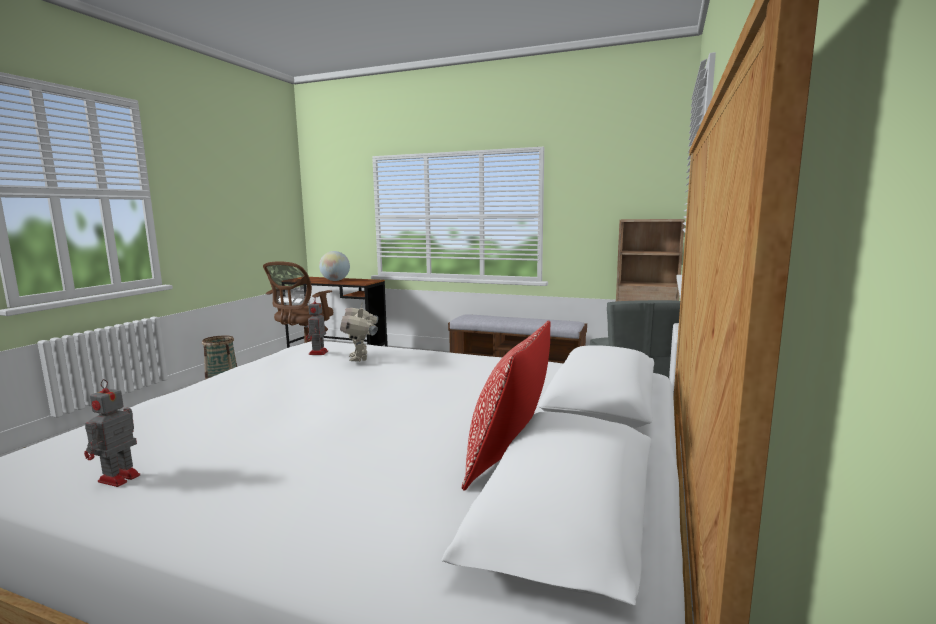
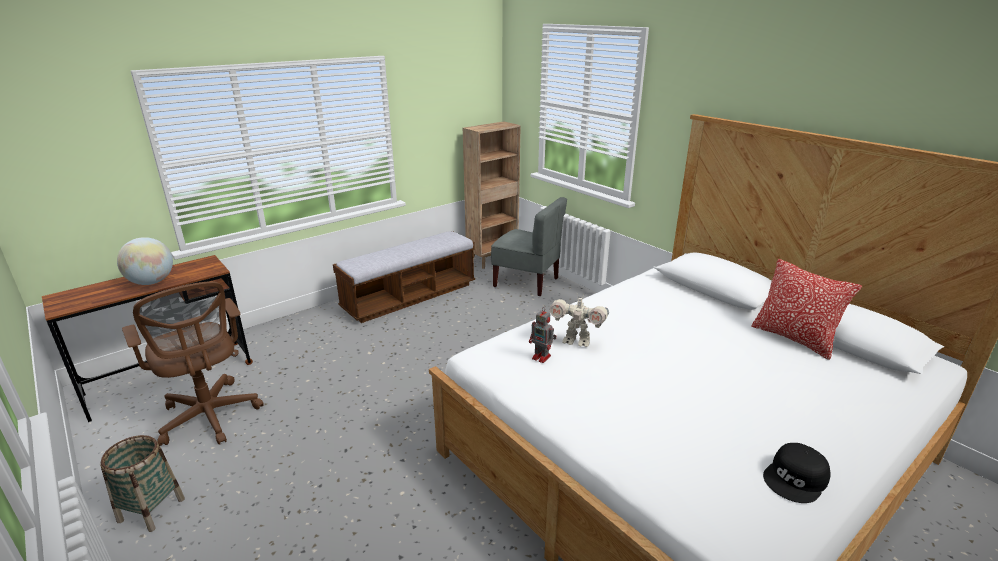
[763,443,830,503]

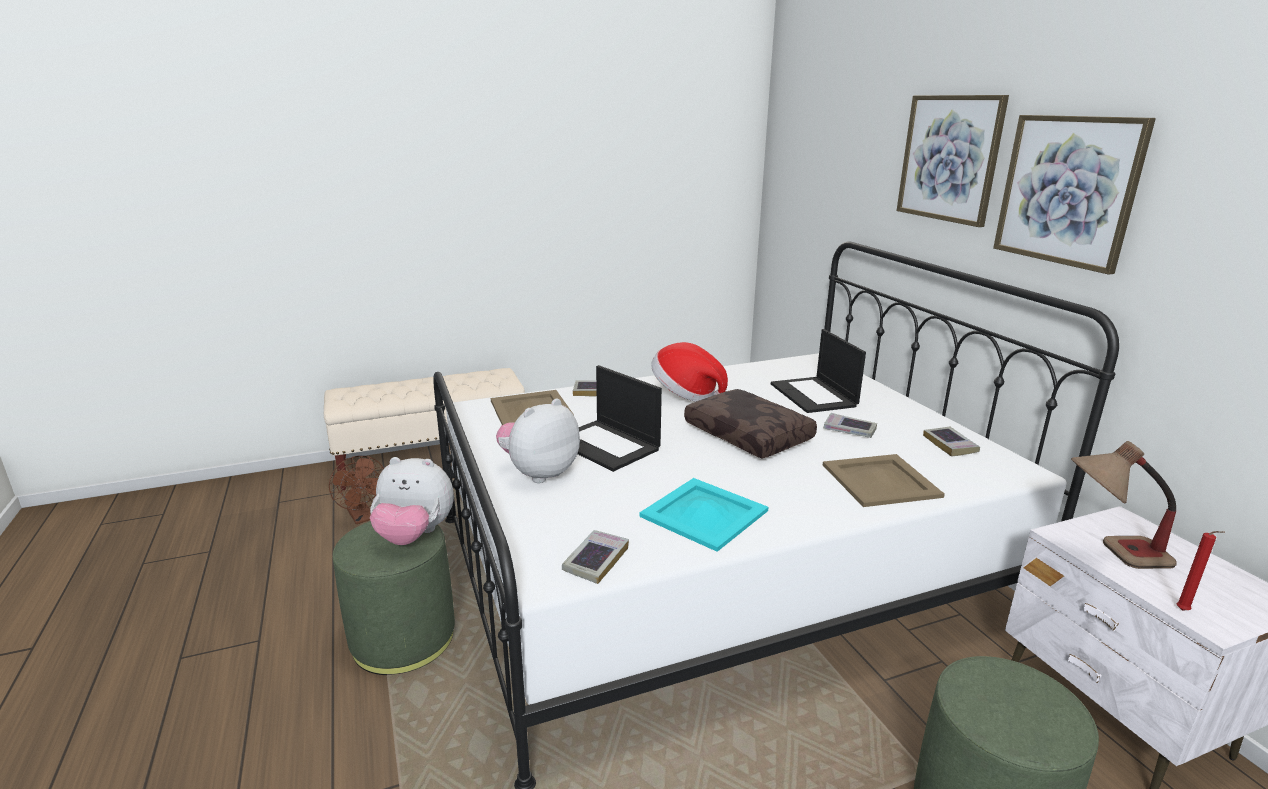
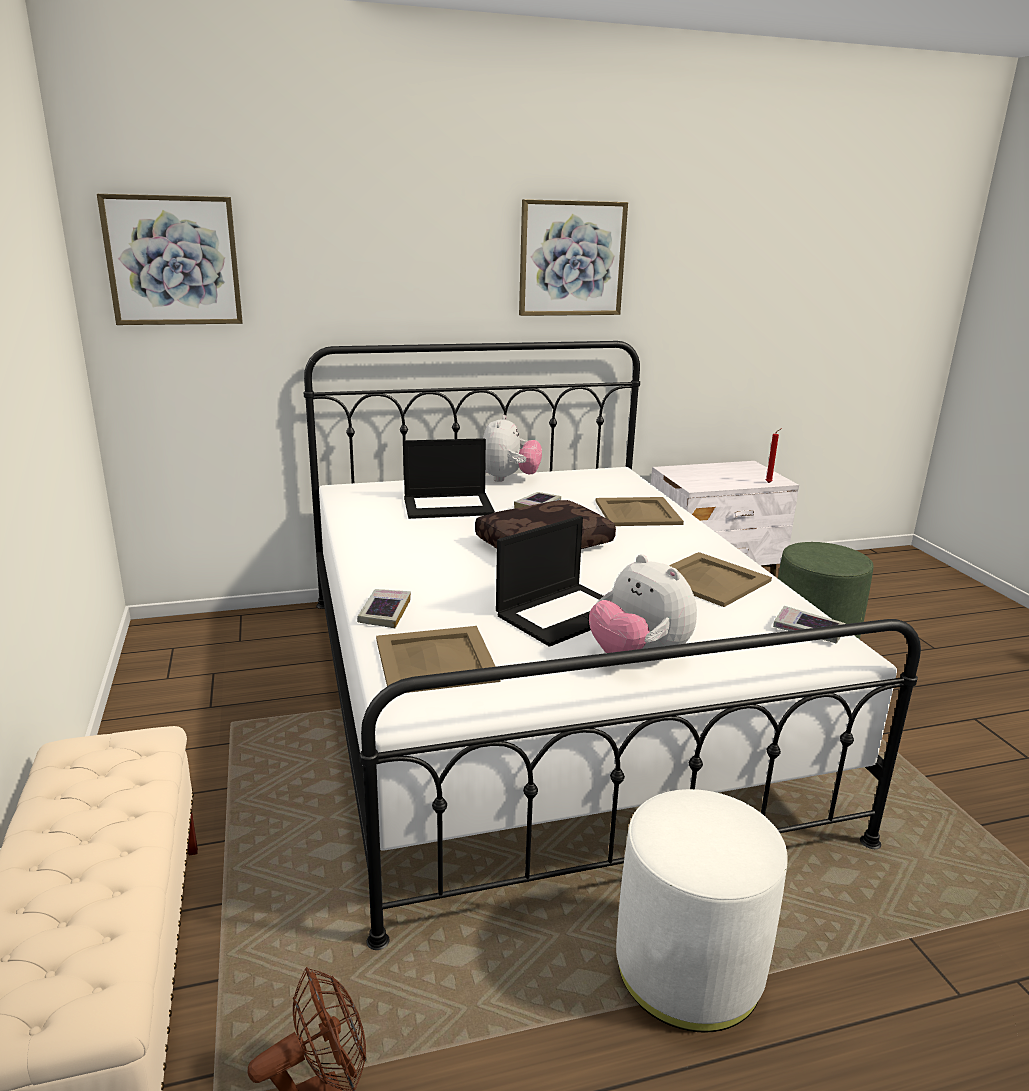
[616,789,787,1033]
[483,415,542,482]
[669,552,772,607]
[651,342,728,402] (first image)
[97,194,243,325]
[923,427,980,456] (first image)
[1071,441,1177,569] (first image)

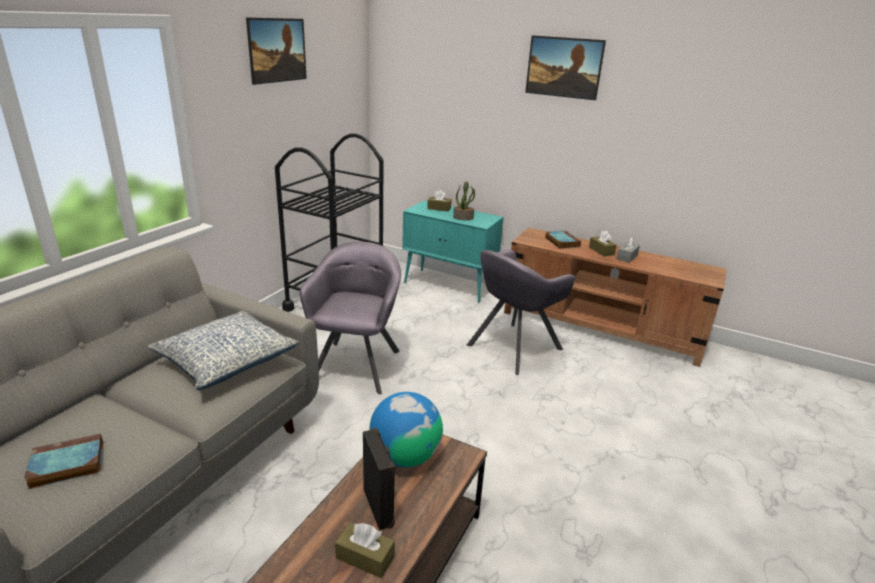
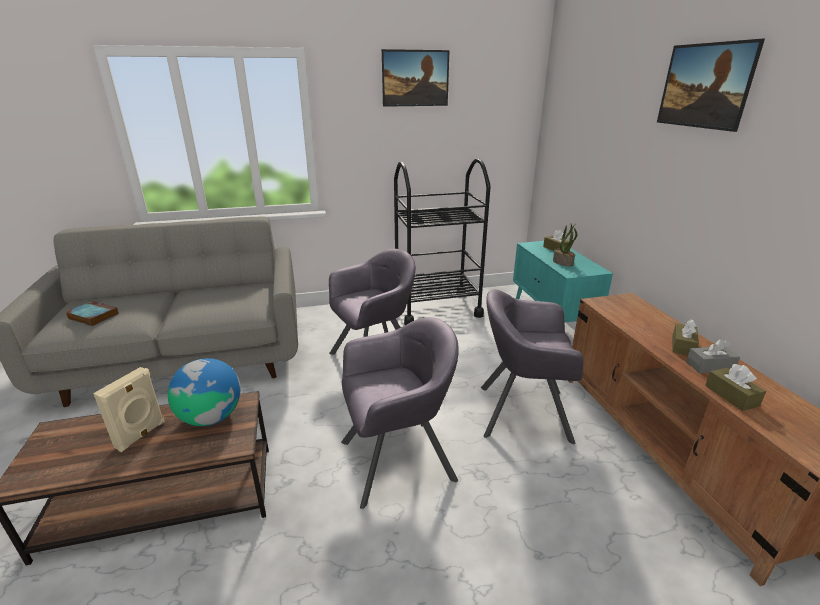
[148,311,299,390] (first image)
[705,364,766,411]
[93,367,165,452]
[545,230,581,249] (first image)
[341,317,459,509]

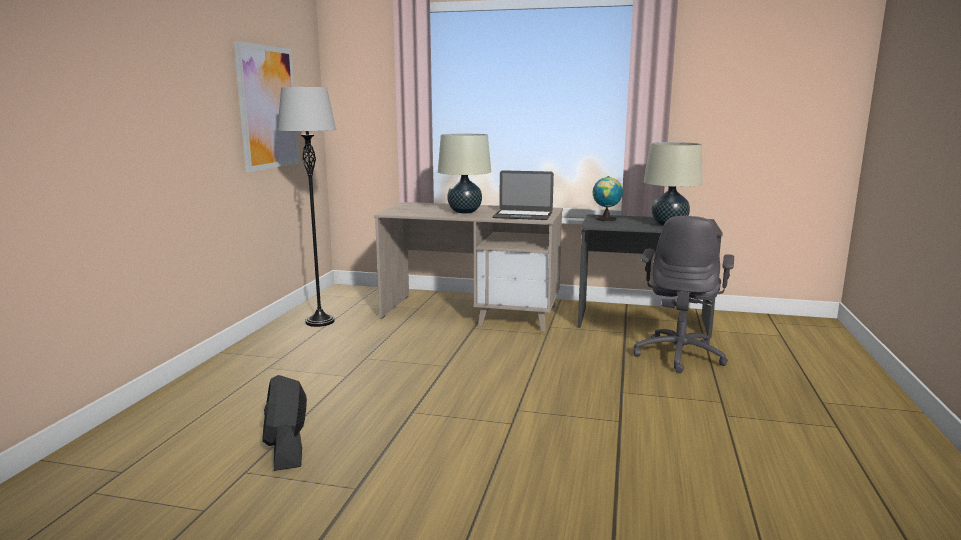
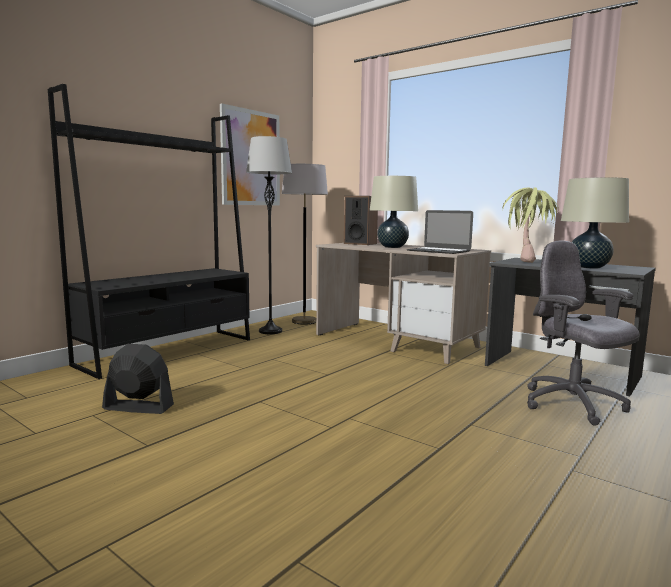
[102,344,174,414]
[502,188,559,263]
[527,240,640,426]
[48,84,250,379]
[282,164,328,324]
[344,196,378,245]

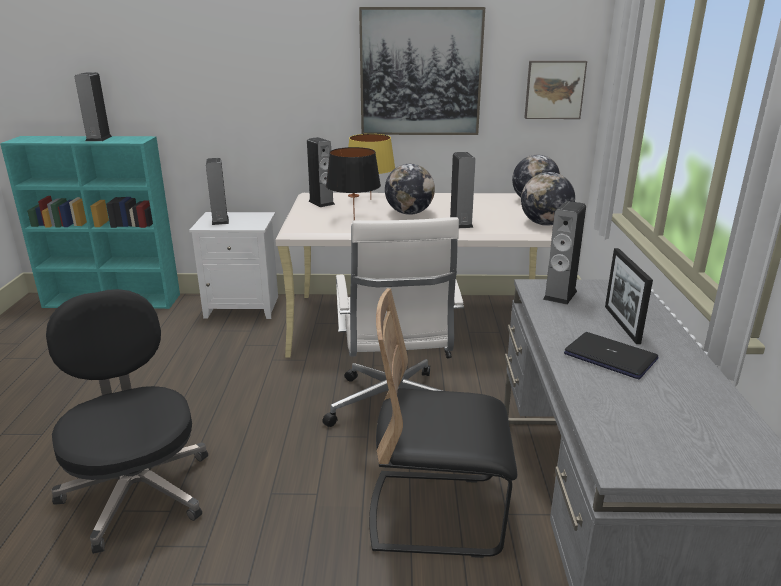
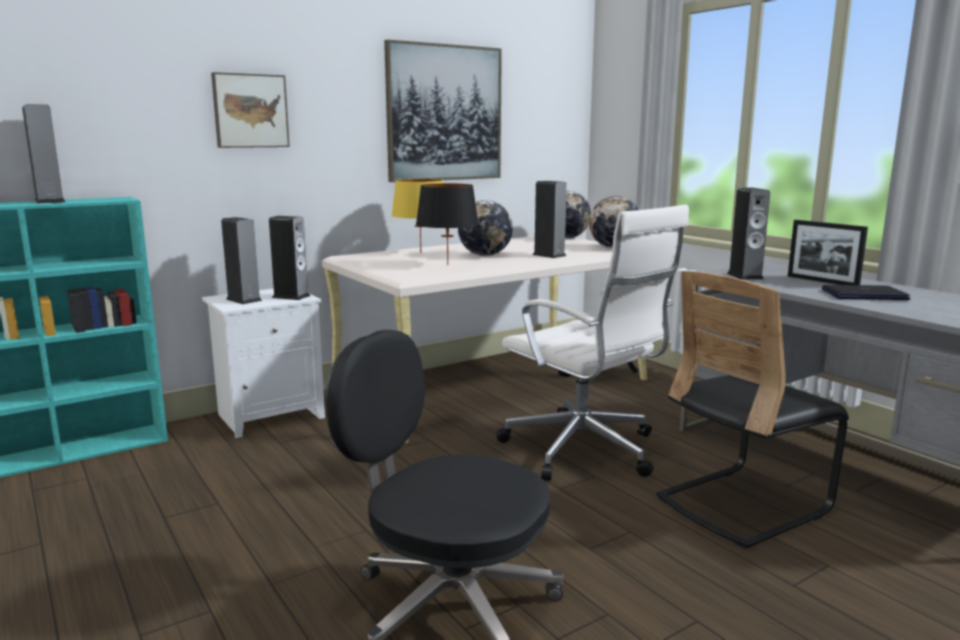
[269,216,311,300]
[211,72,290,148]

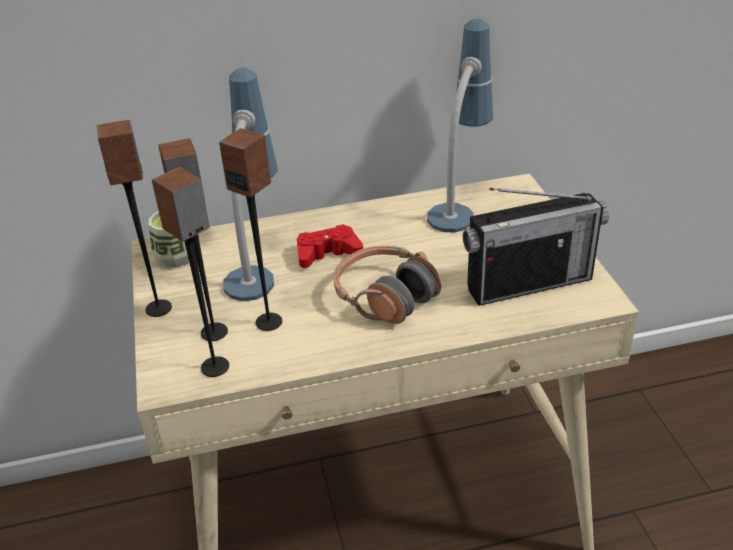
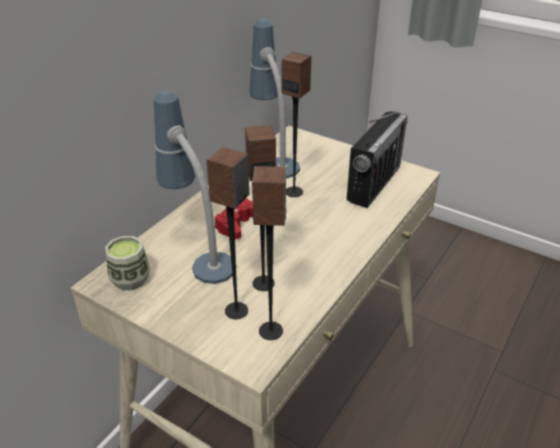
[282,52,311,197]
[334,246,441,324] (first image)

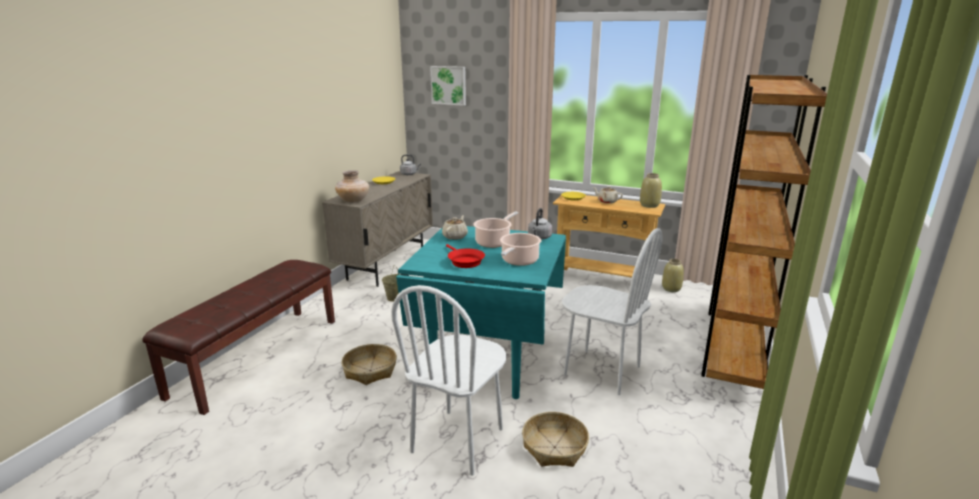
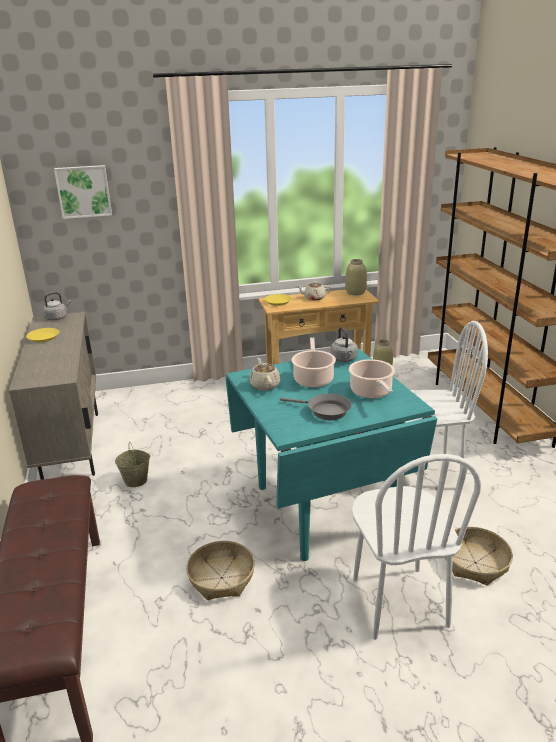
[335,170,369,203] (first image)
[280,394,352,420]

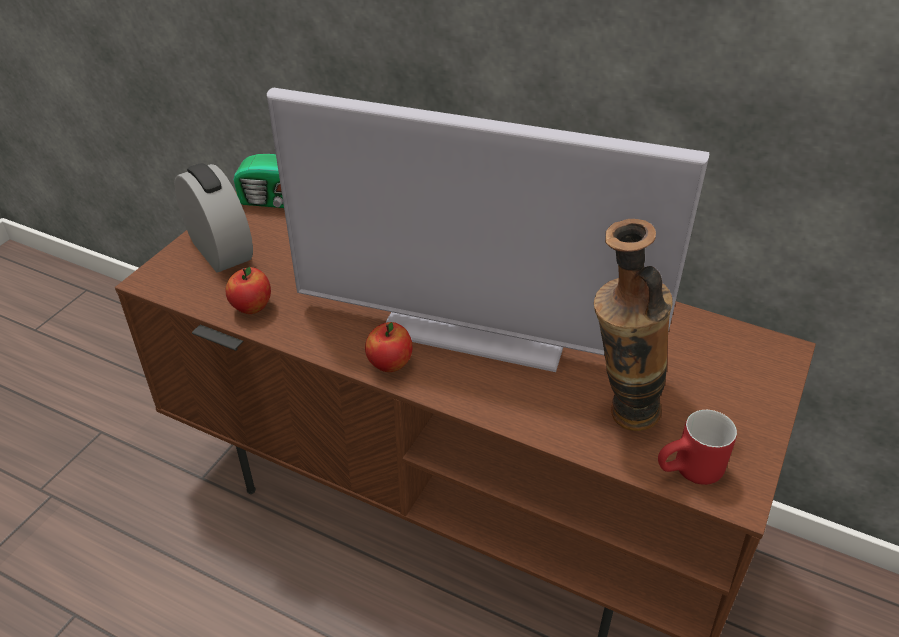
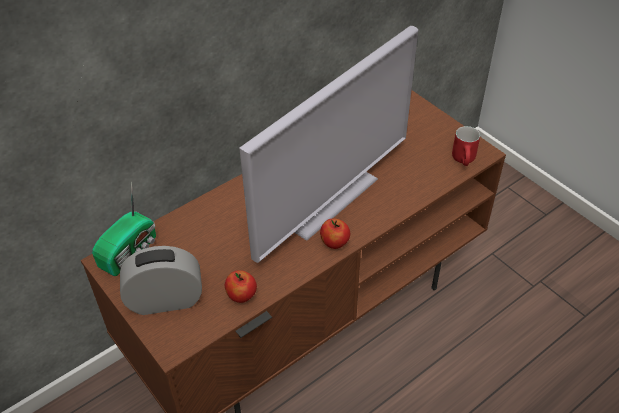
[594,219,673,431] (first image)

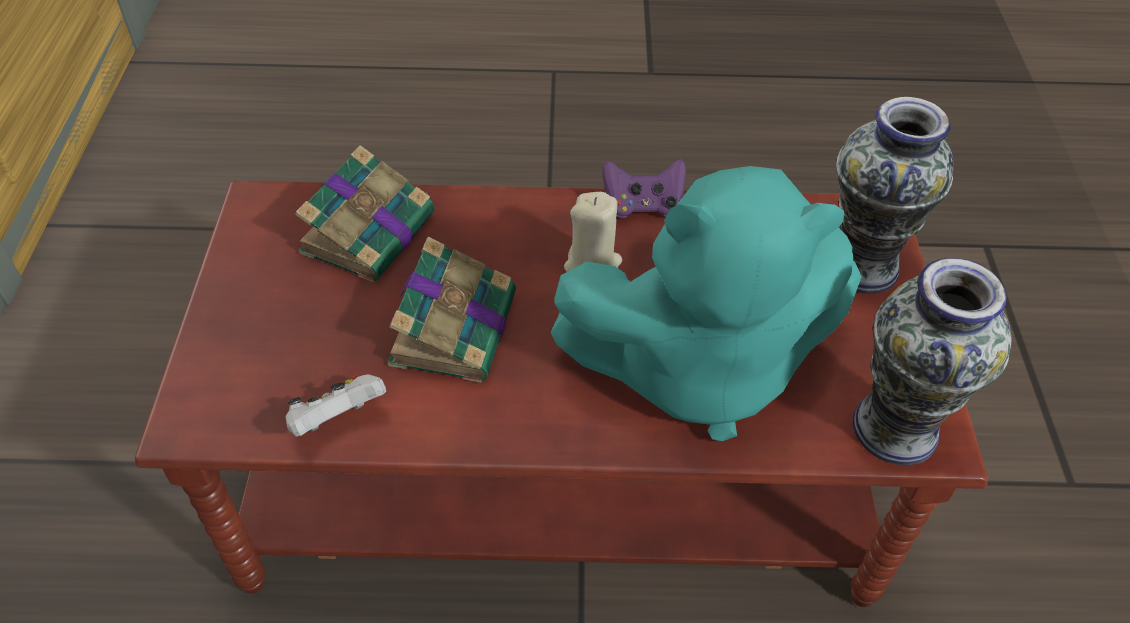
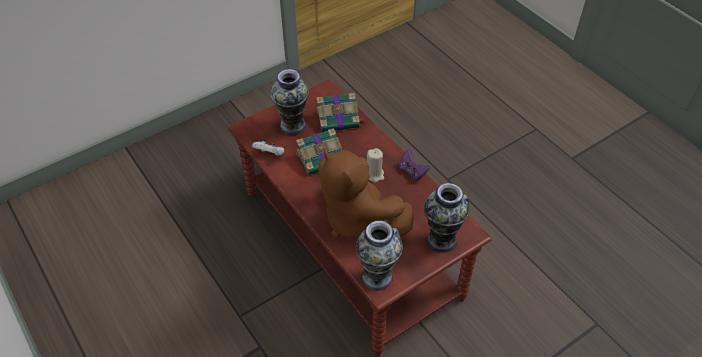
[318,149,413,239]
[271,69,309,135]

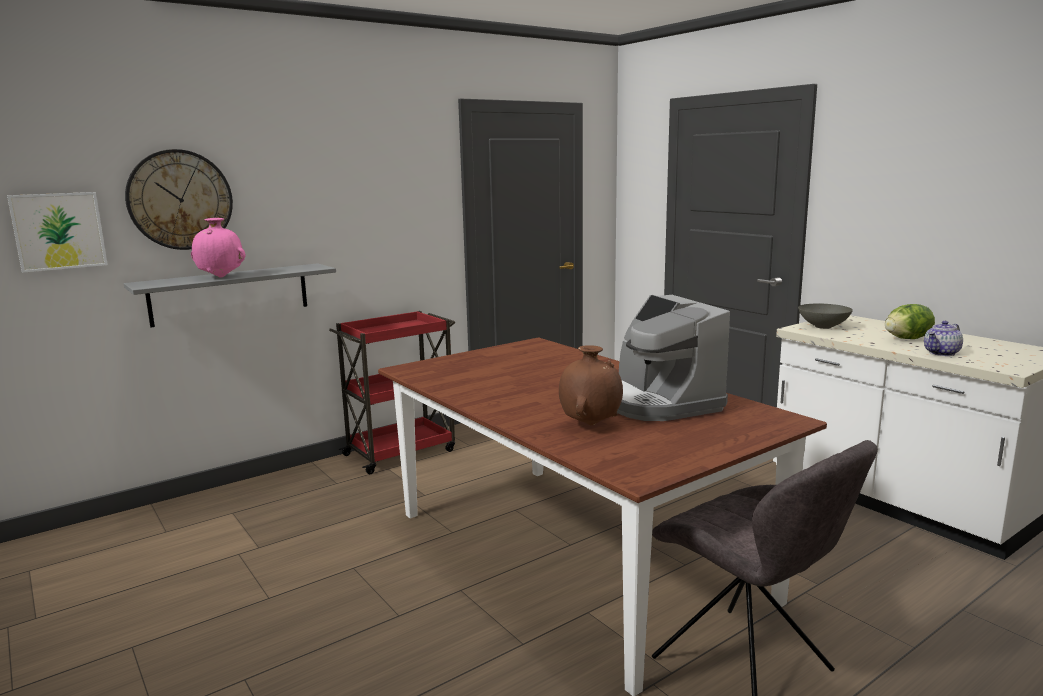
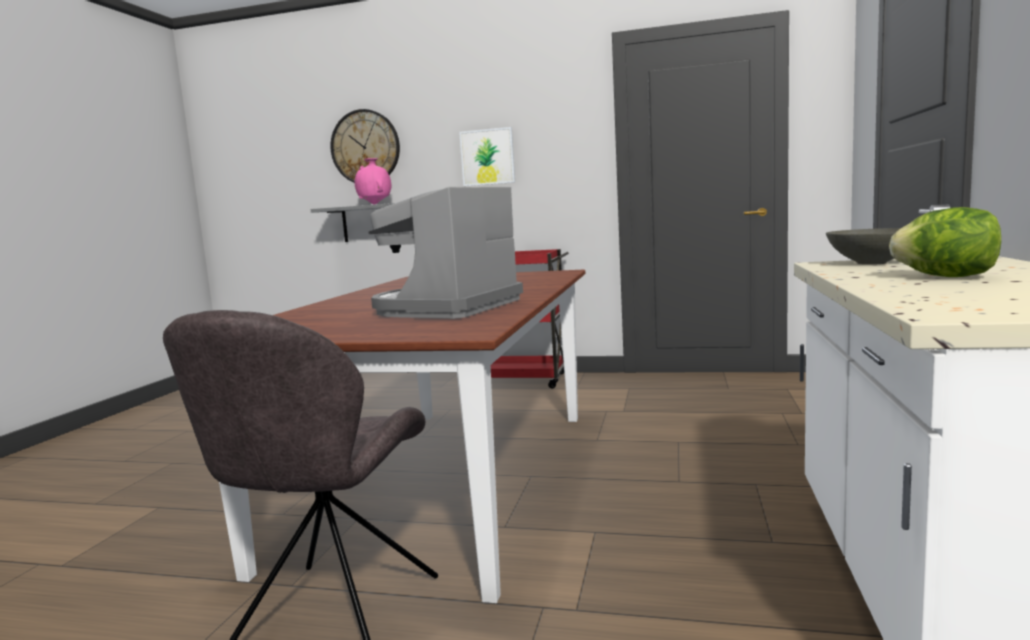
[459,127,515,186]
[559,345,623,425] (first image)
[924,321,963,356] (first image)

